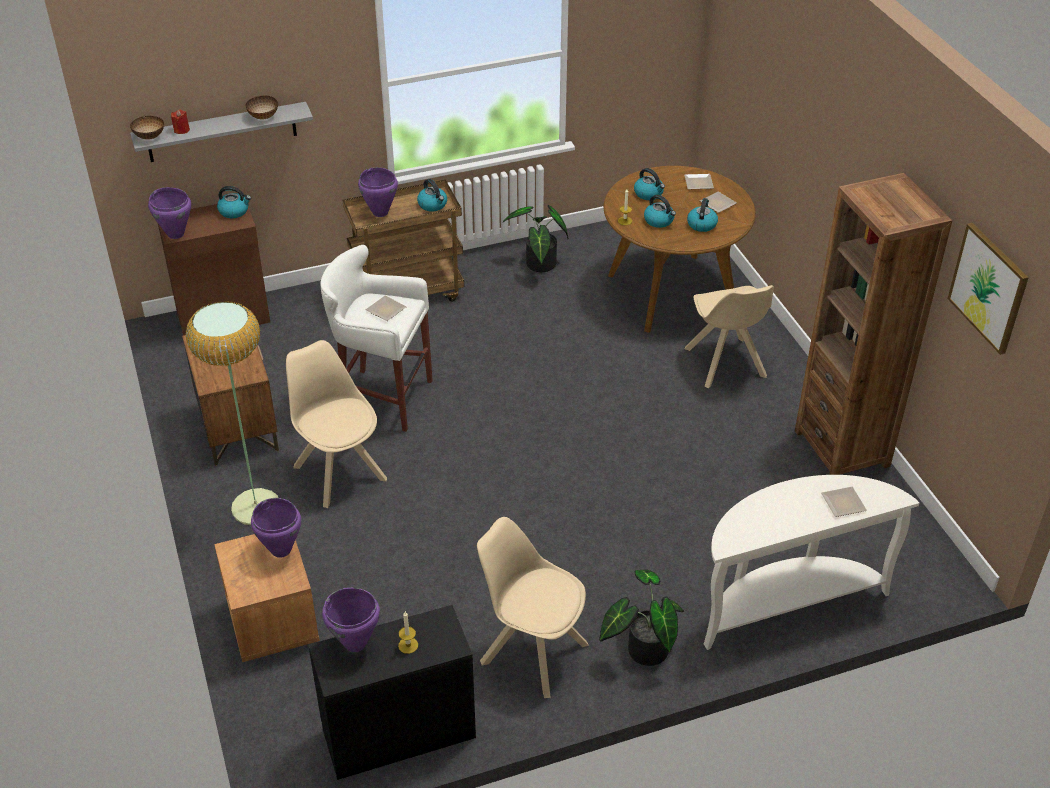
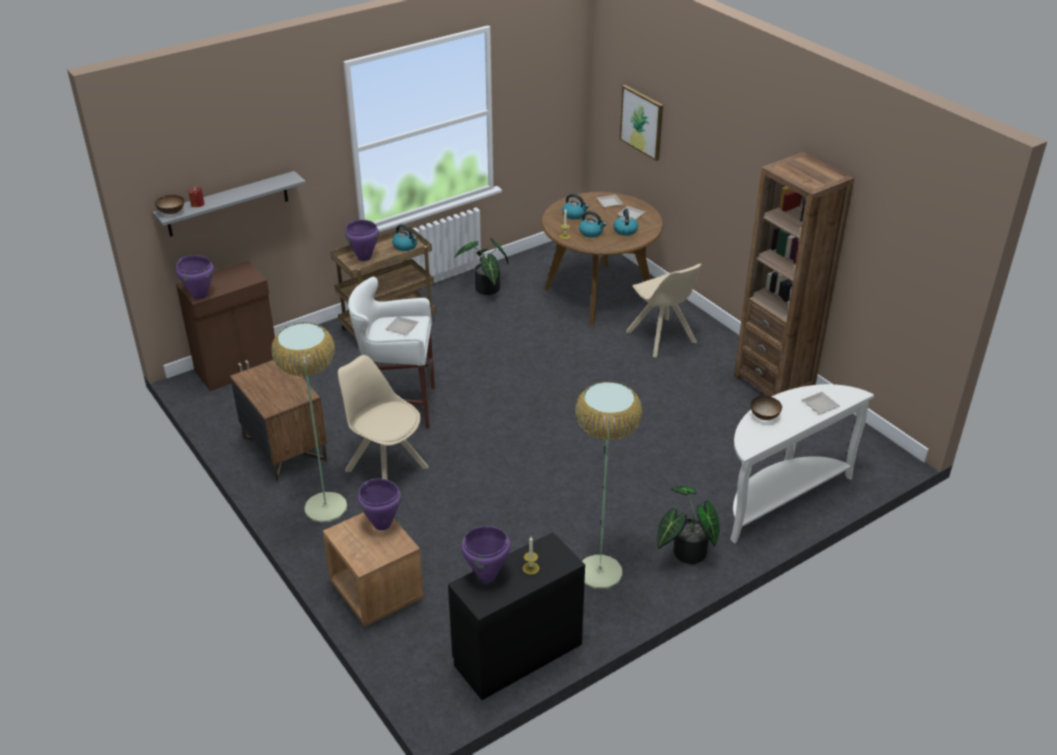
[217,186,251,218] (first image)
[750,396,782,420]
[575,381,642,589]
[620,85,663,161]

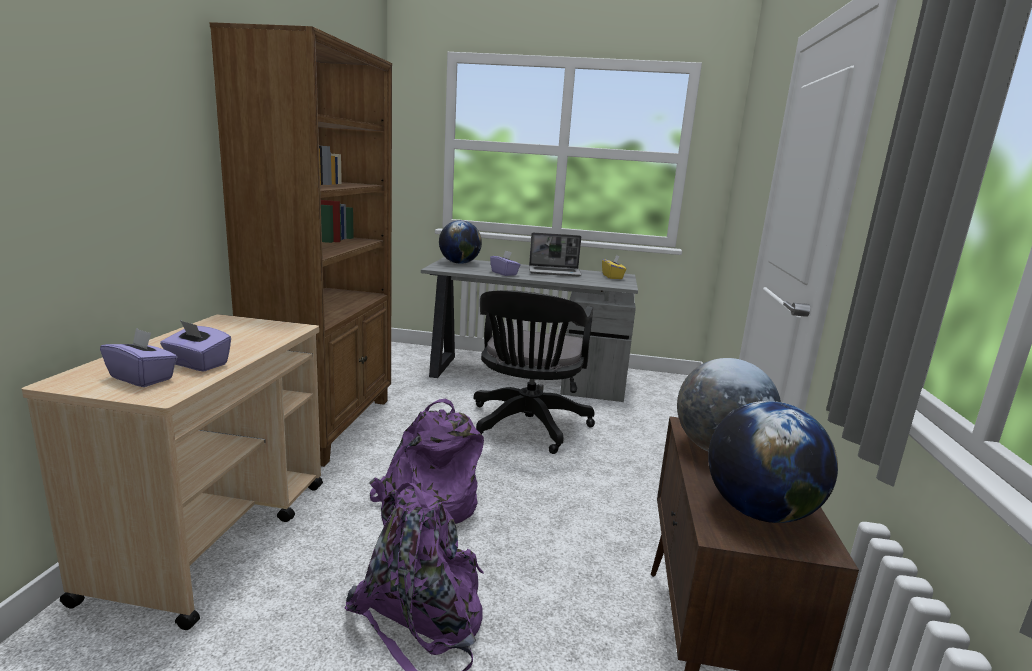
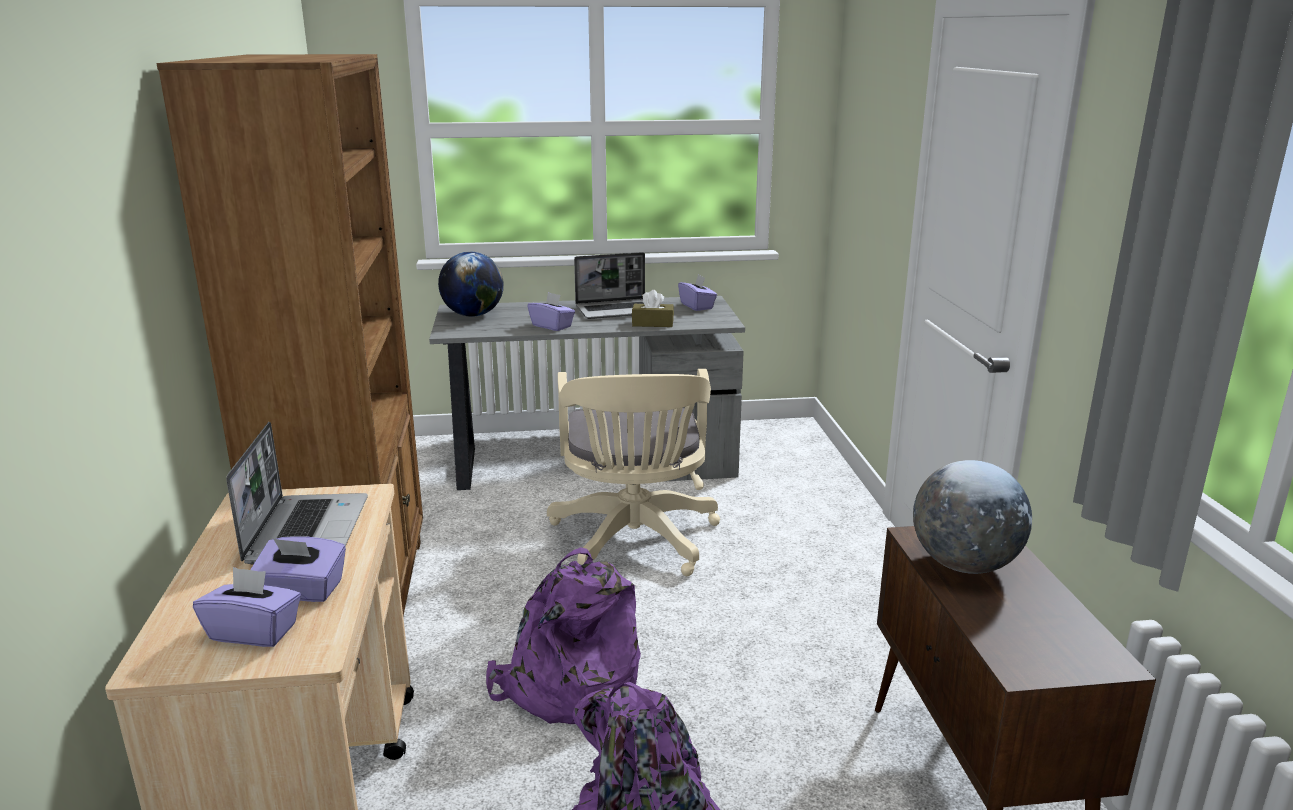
[547,369,720,576]
[678,274,717,311]
[708,401,838,523] (first image)
[226,422,368,564]
[632,290,674,327]

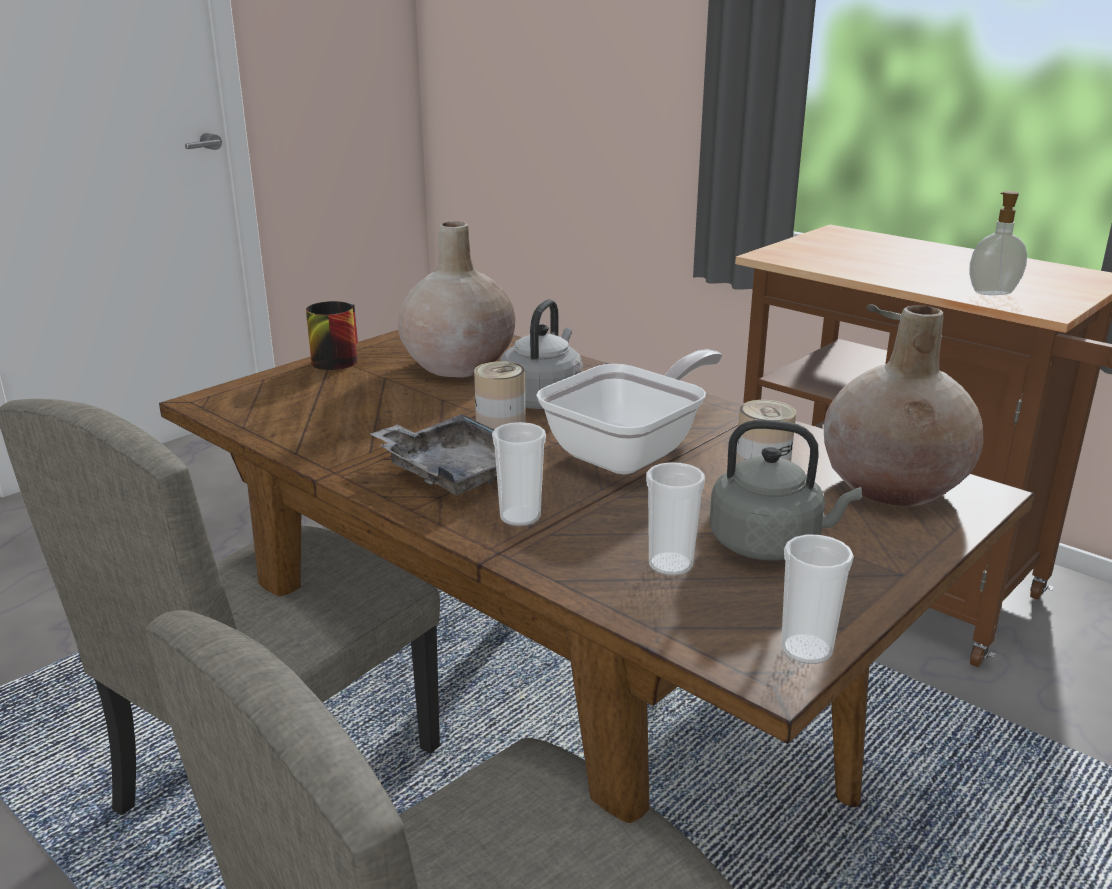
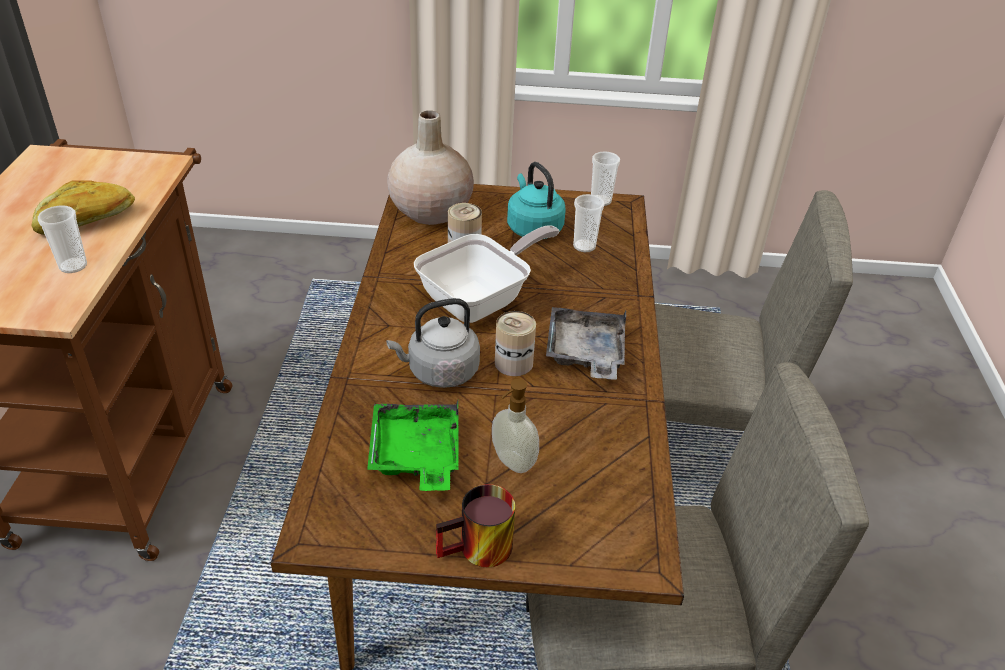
[367,400,459,491]
[38,205,87,273]
[414,226,559,323]
[507,162,566,239]
[492,379,539,473]
[31,180,135,235]

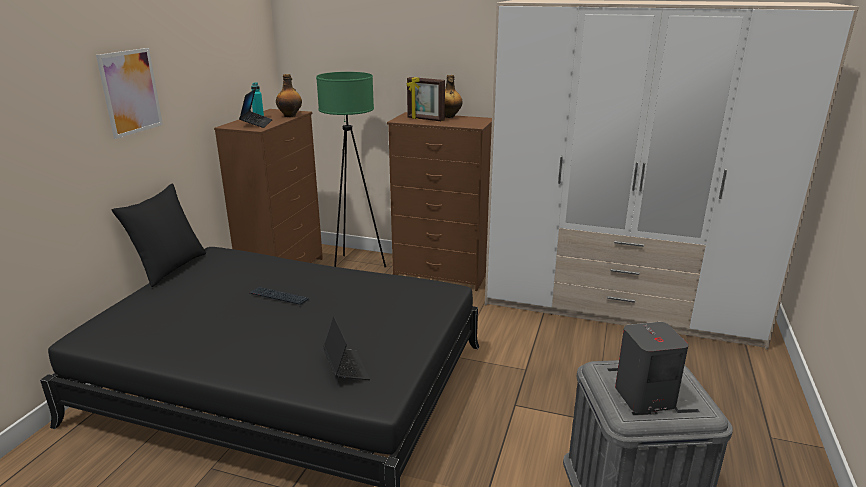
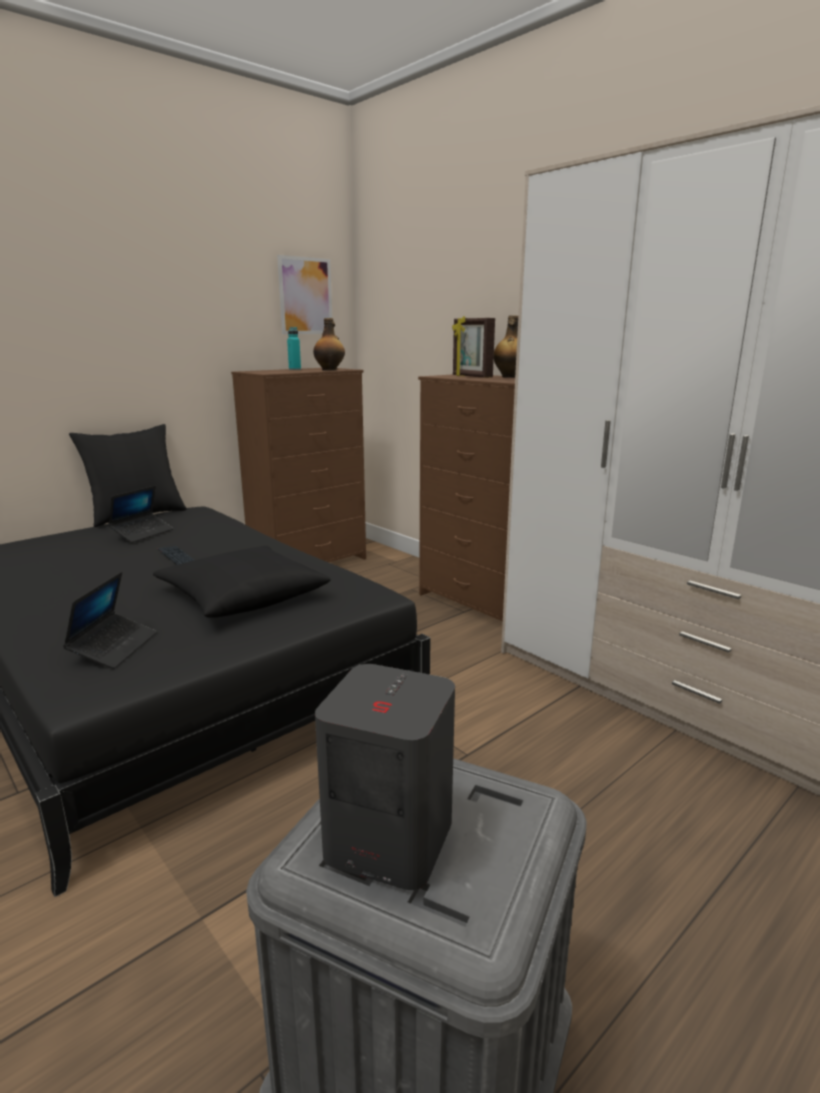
[277,255,332,334]
[108,485,174,543]
[316,72,386,267] (first image)
[153,546,330,618]

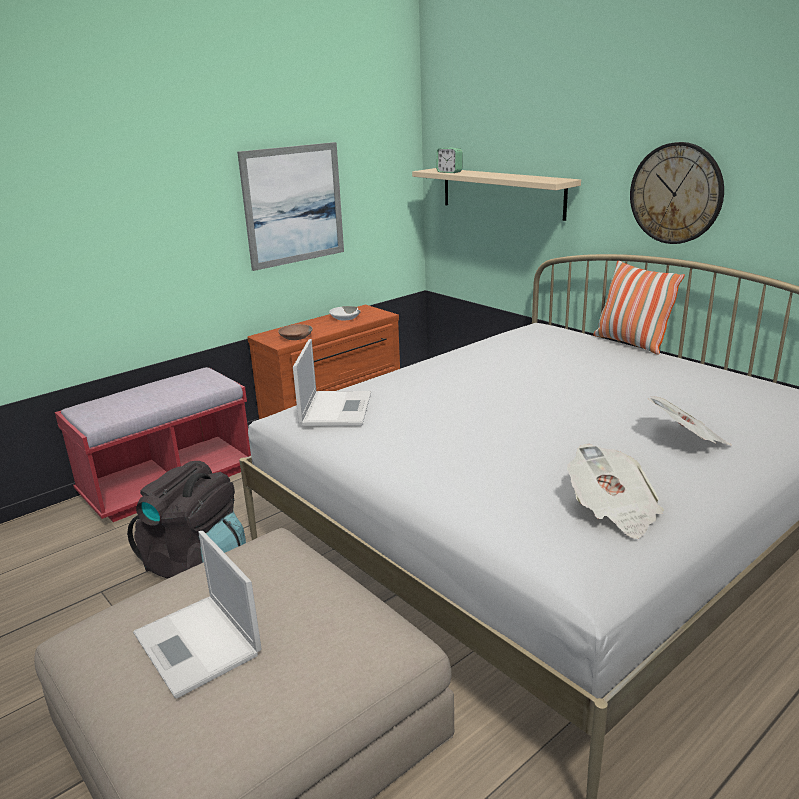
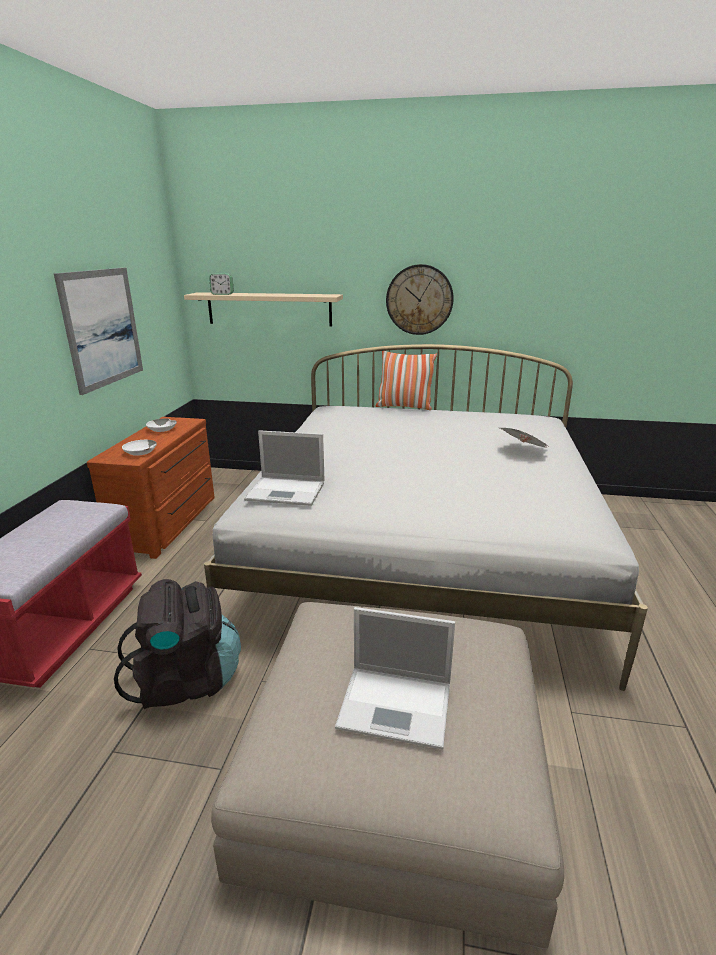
[122,440,157,456]
[244,430,324,506]
[567,444,664,539] (first image)

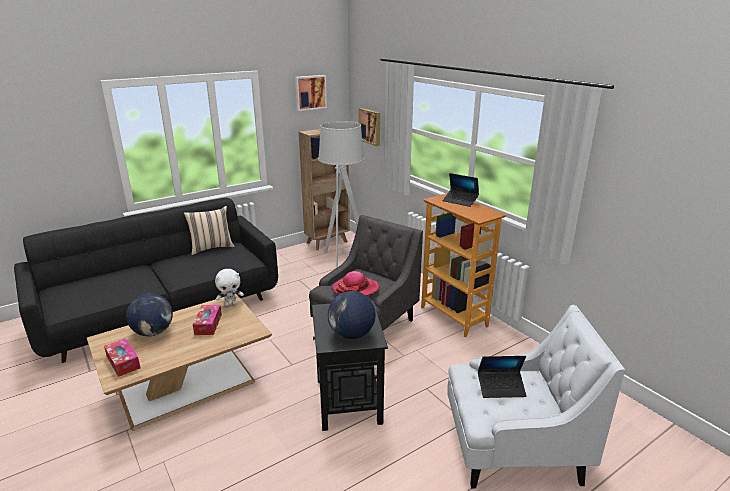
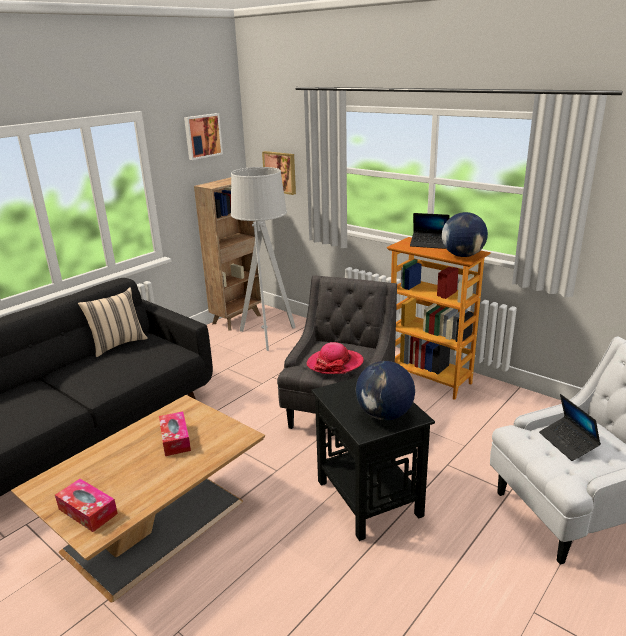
[442,212,488,257]
[215,269,244,306] (first image)
[539,394,601,461]

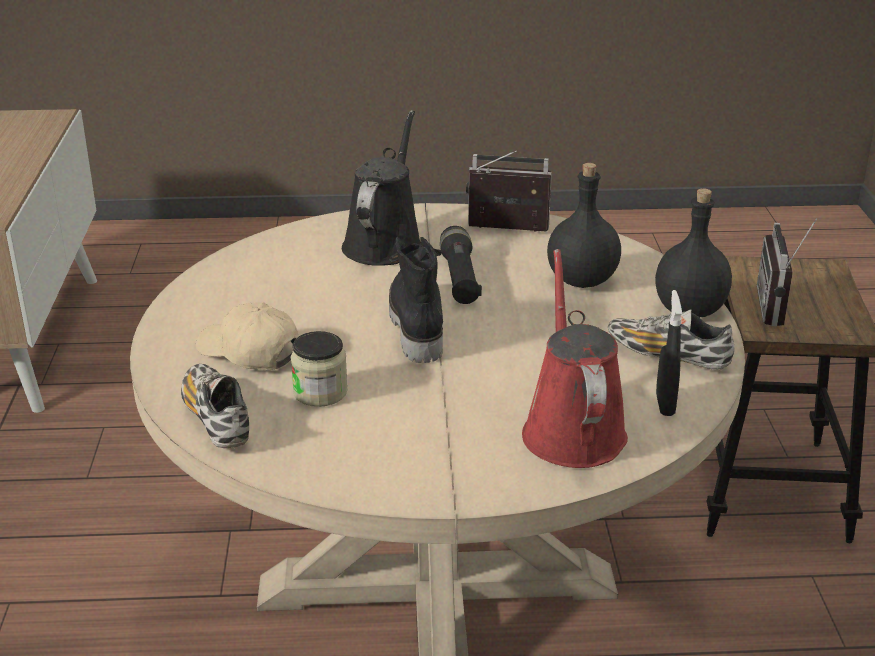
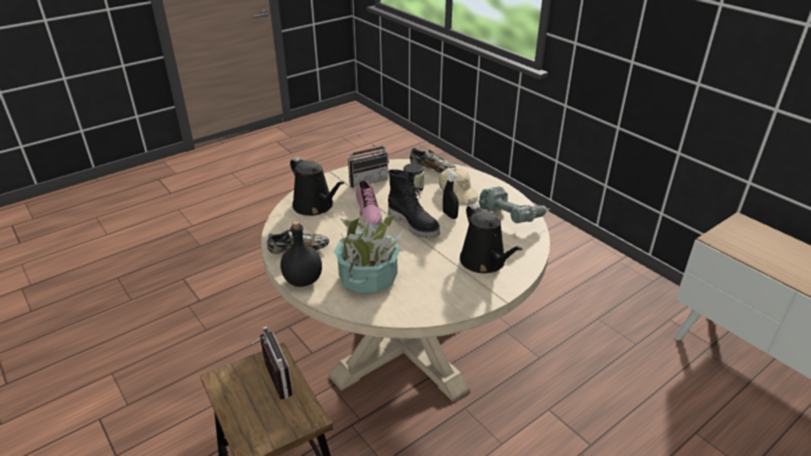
[439,168,479,203]
[440,226,482,304] (first image)
[348,136,389,188]
[290,157,344,216]
[334,211,405,294]
[443,170,459,219]
[356,180,382,227]
[479,187,550,223]

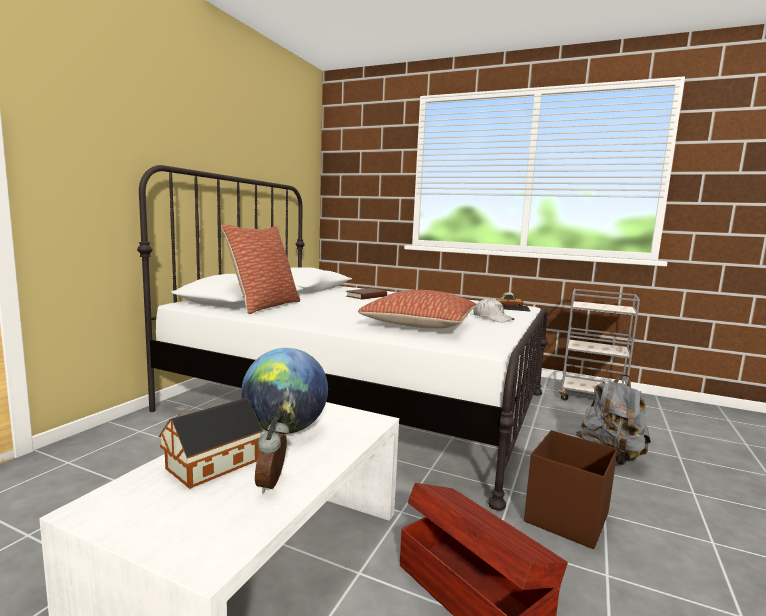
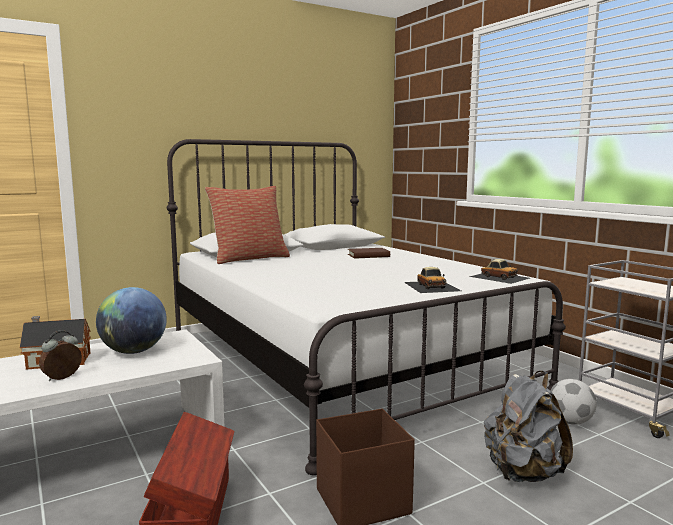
[358,290,476,329] (first image)
[404,267,461,293]
[550,379,597,425]

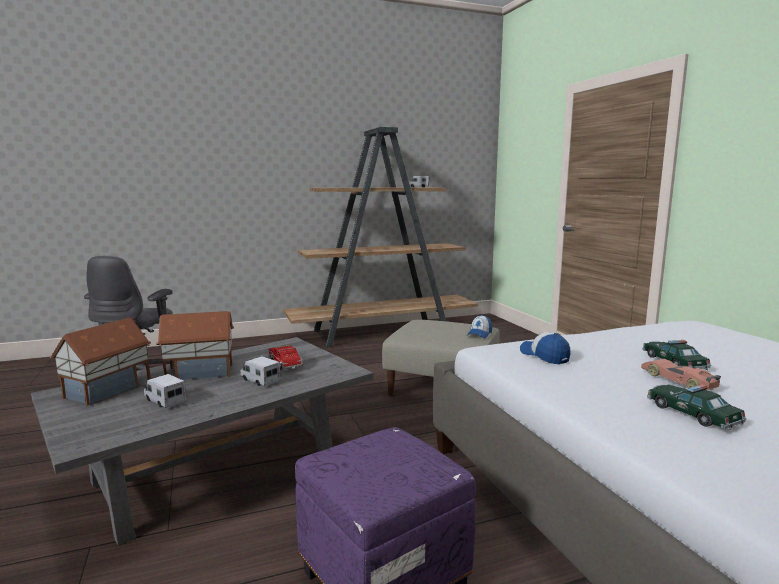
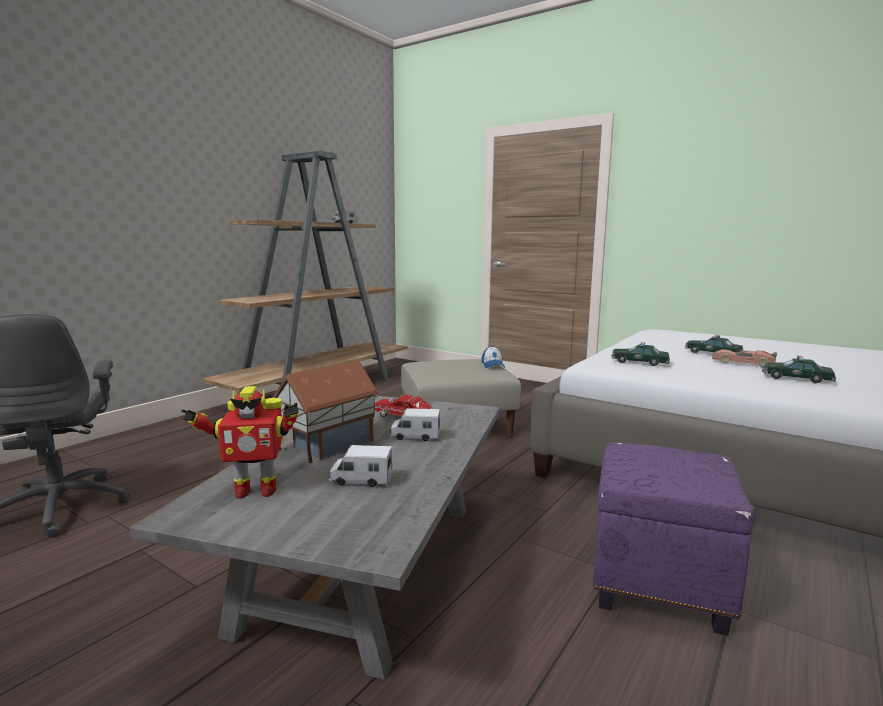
[181,386,299,499]
[612,342,670,366]

